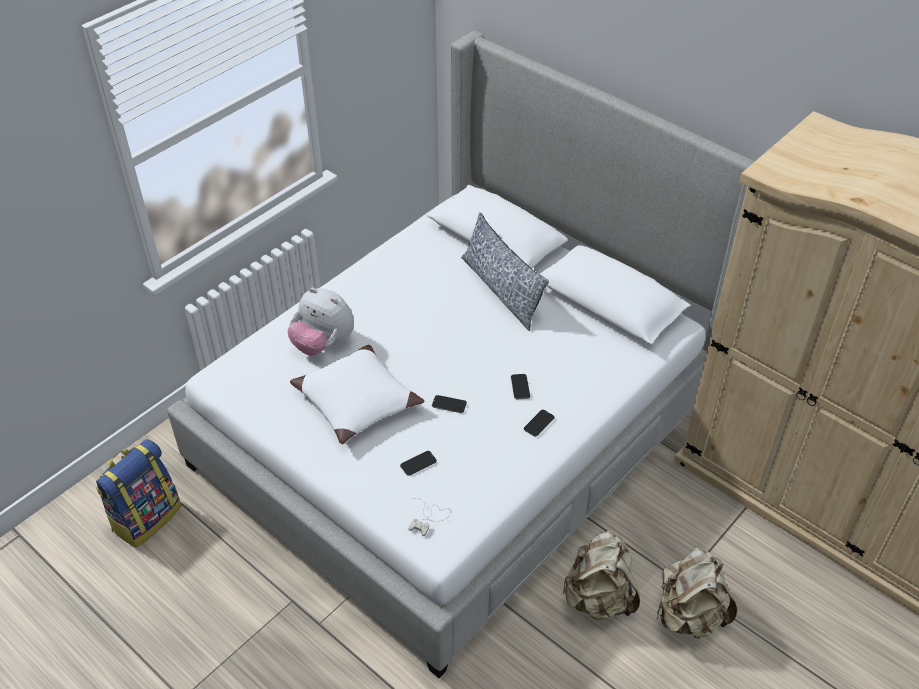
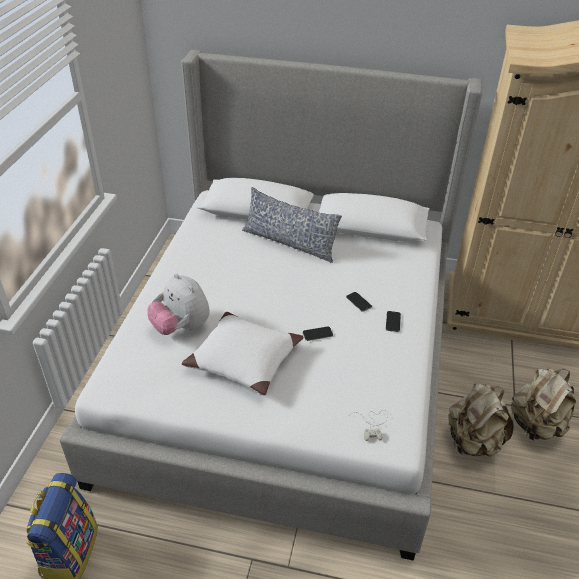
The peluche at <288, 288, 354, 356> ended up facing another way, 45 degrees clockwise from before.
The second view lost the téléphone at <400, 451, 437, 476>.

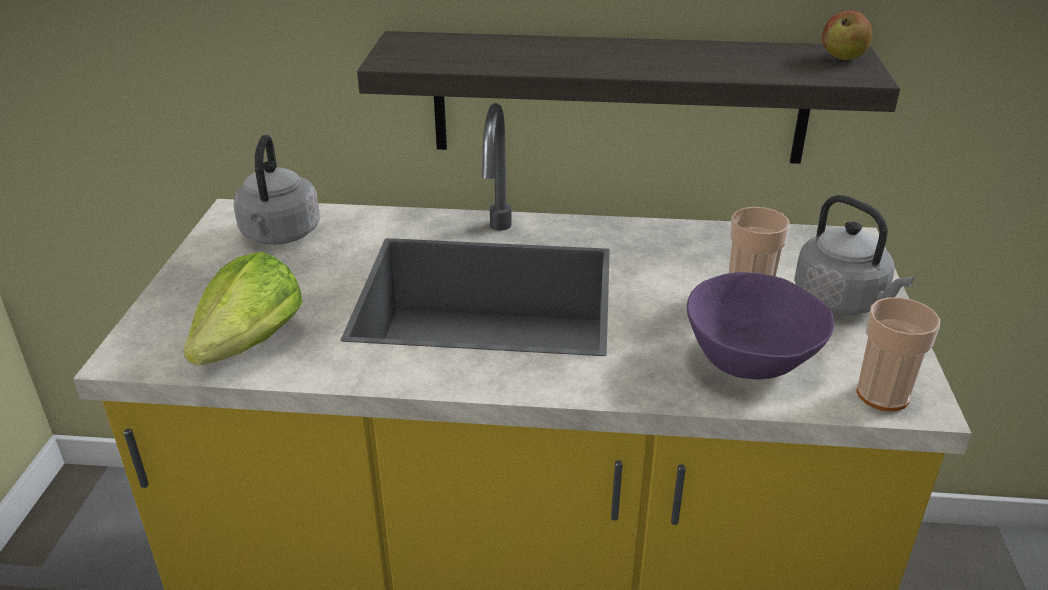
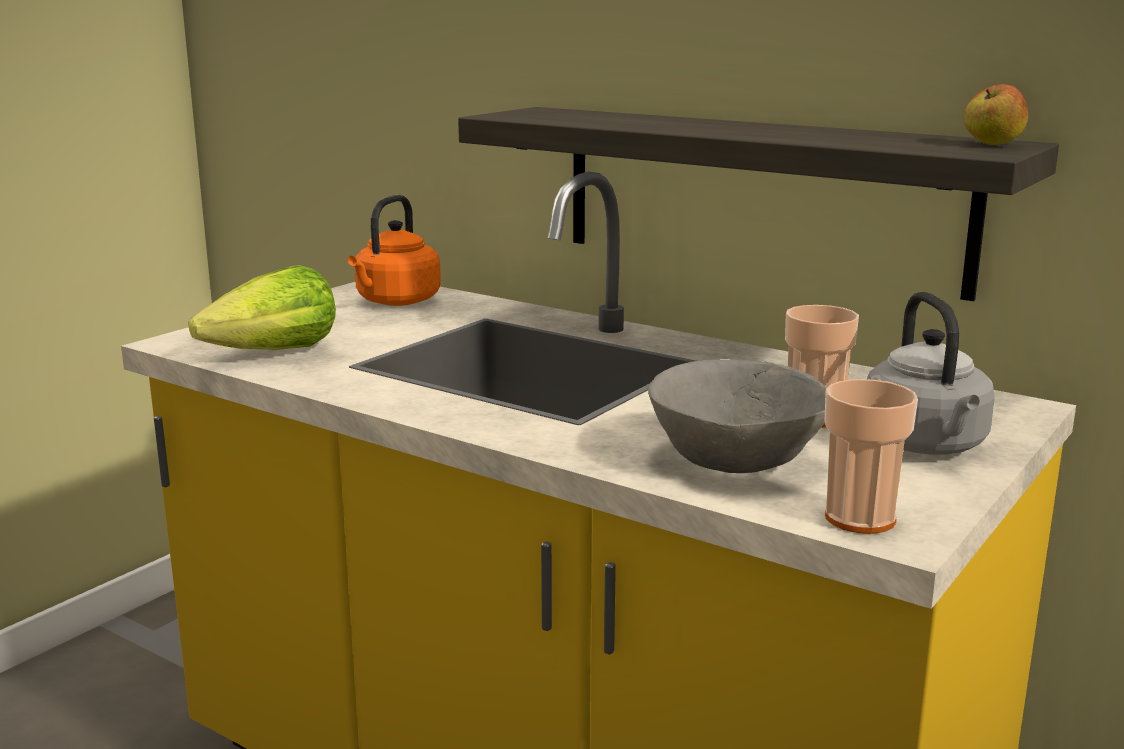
What was the bouilloire/gris at <233, 135, 320, 245> turned into the bouilloire/orange at <348, 195, 441, 306>.
What was the bol/violet at <687, 272, 834, 379> turned into the bol/gris at <648, 359, 827, 473>.

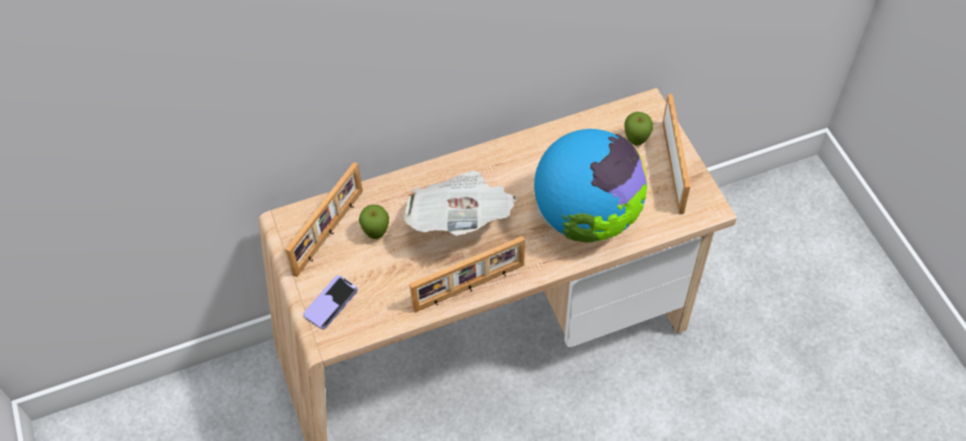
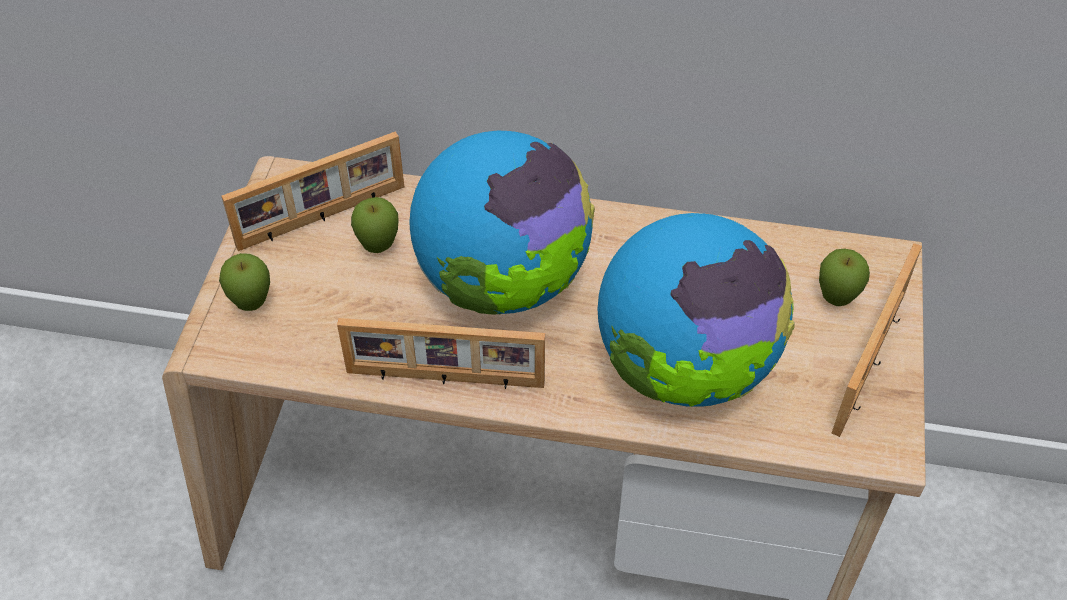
Where the téléphone stood at <304, 275, 358, 329>, the pomme came to stand at <219, 253, 270, 311>.
Where the journal stood at <403, 171, 516, 236>, the globe came to stand at <409, 130, 595, 315>.

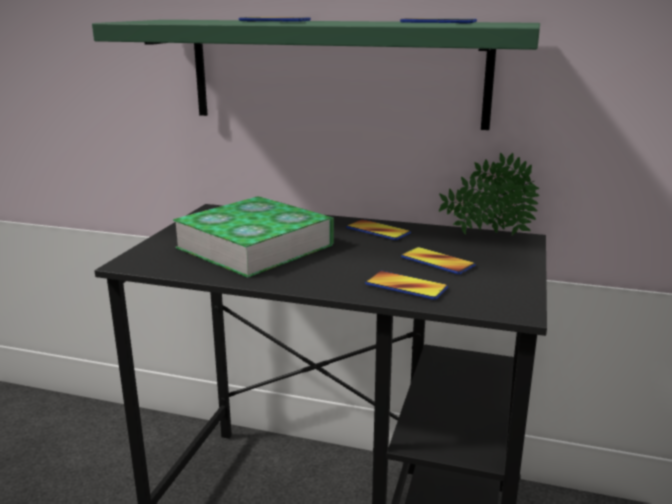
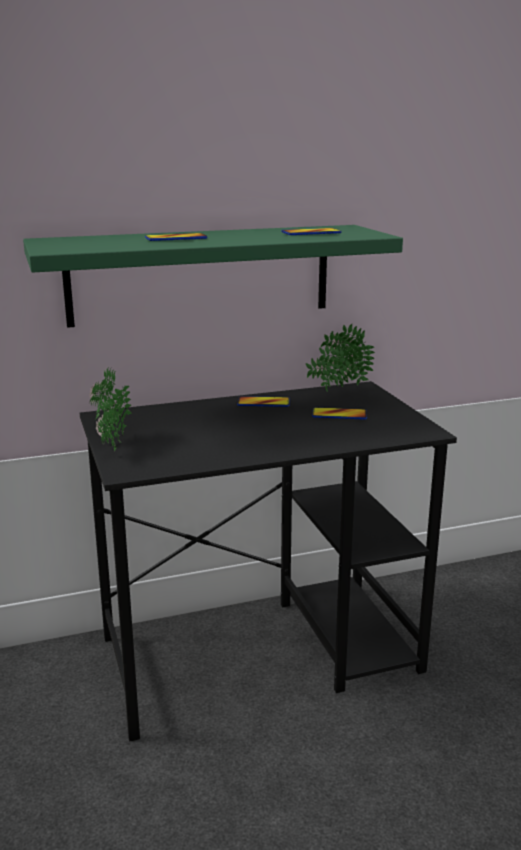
The second view gained the plante en pot at <89, 368, 132, 451>.
The second view lost the livre at <173, 196, 334, 278>.
The second view lost the téléphone at <365, 271, 448, 300>.

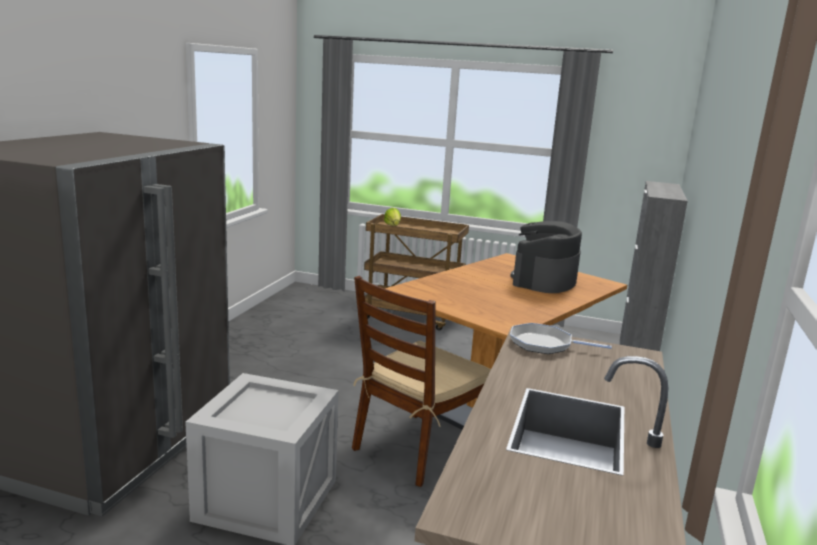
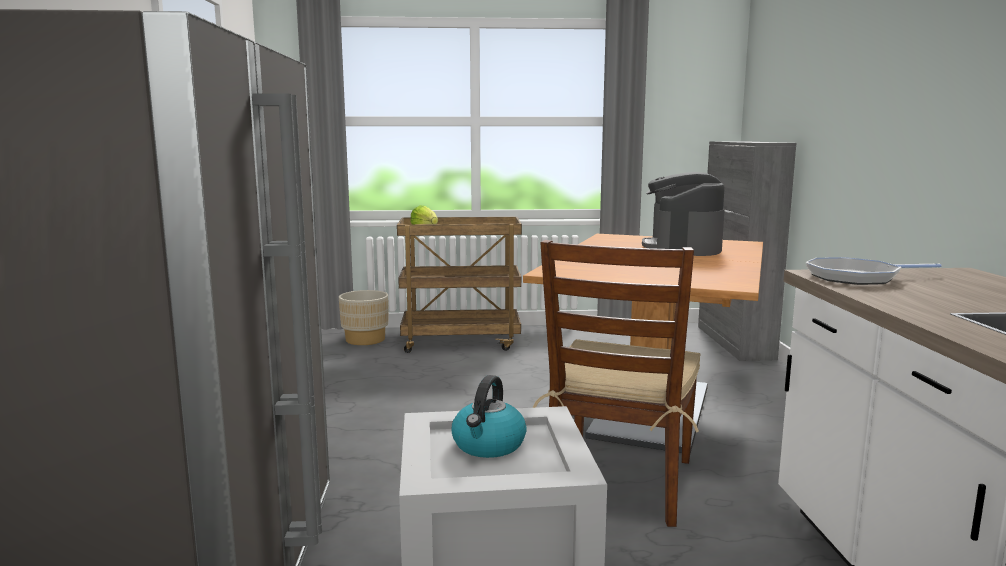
The second view gained the cache-pot/beige at <339, 290, 389, 345>.
The second view gained the bouilloire at <452, 375, 527, 458>.

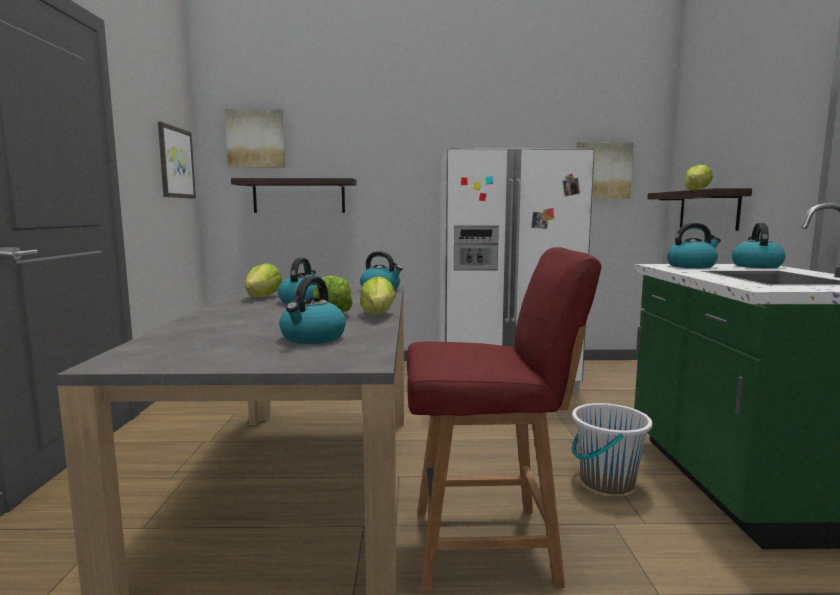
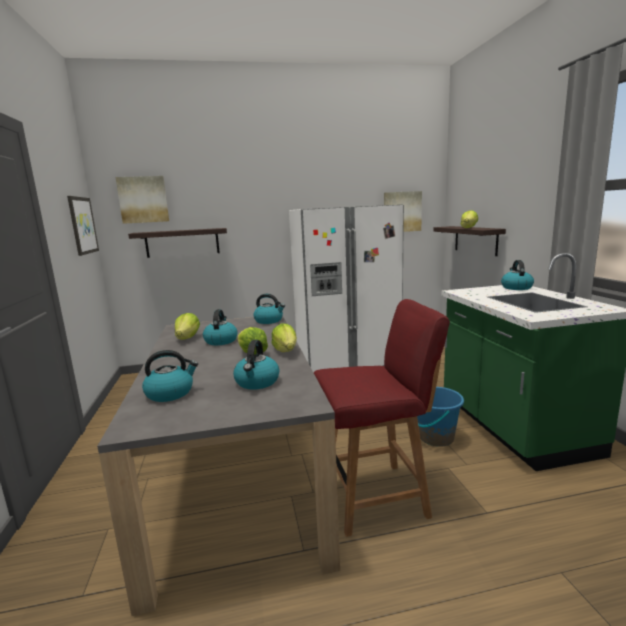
The bouilloire ended up elsewhere, having gone from <667, 223, 721, 268> to <142, 350, 198, 402>.
What was the seau/blanc at <572, 403, 653, 494> turned into the seau/bleu at <417, 387, 464, 447>.

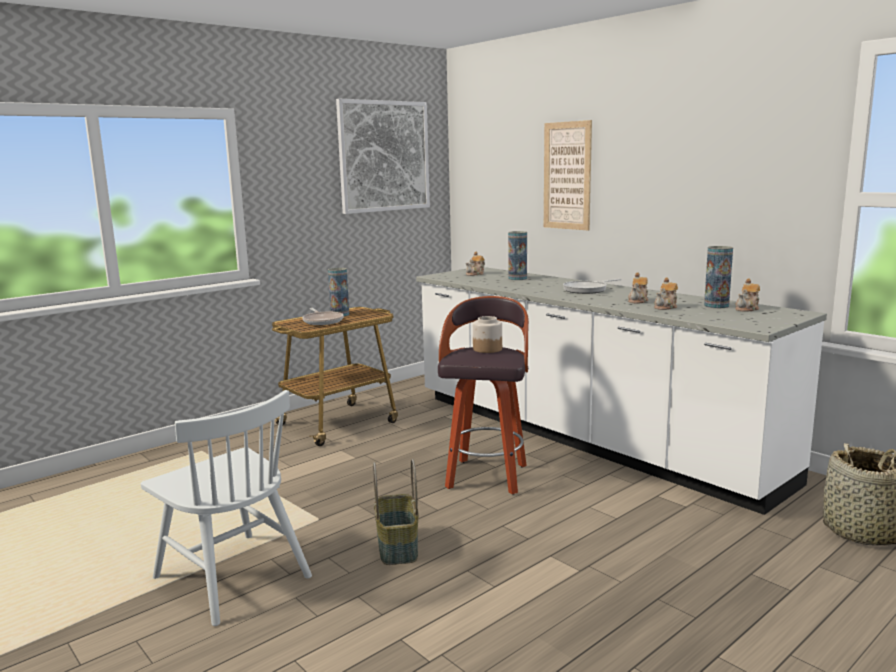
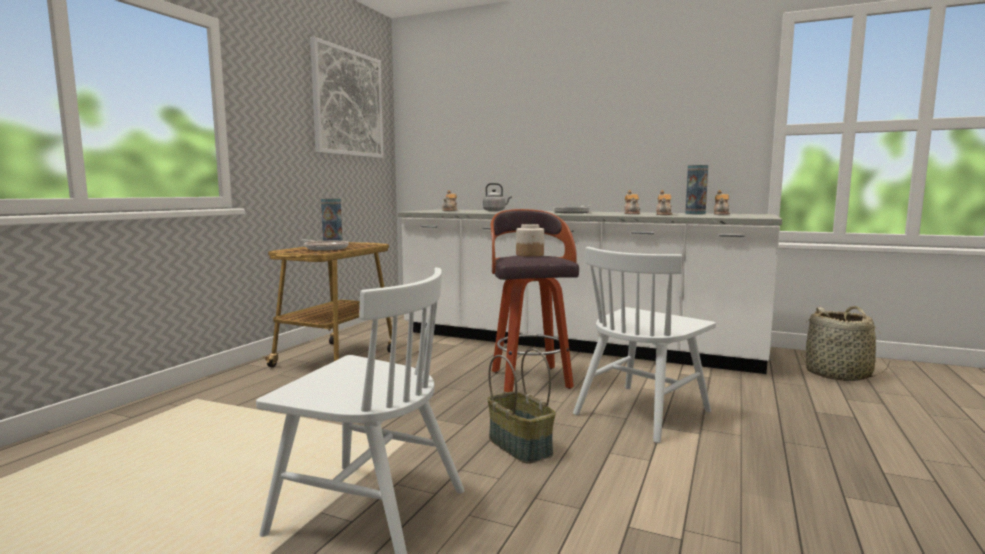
Where the vase stood at <508, 231, 527, 280>, the bouilloire/gris came to stand at <483, 183, 512, 211>.
The second view gained the chaise/blanc at <573, 247, 716, 443>.
The second view lost the tableau at <544, 120, 592, 230>.

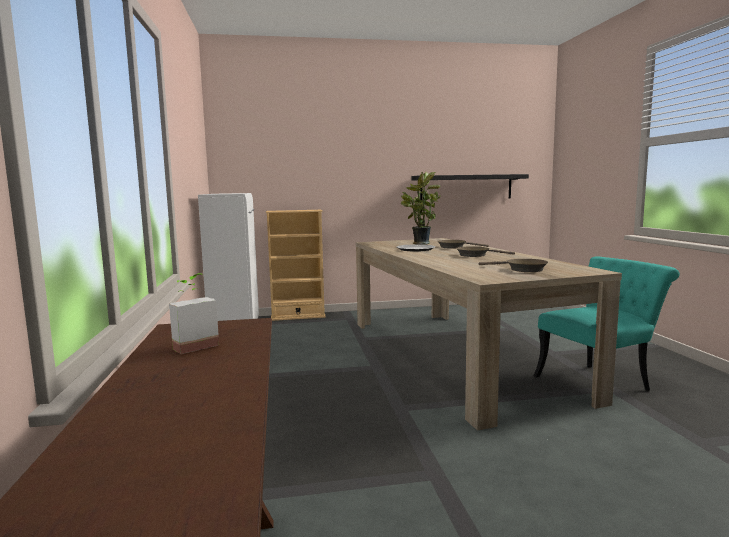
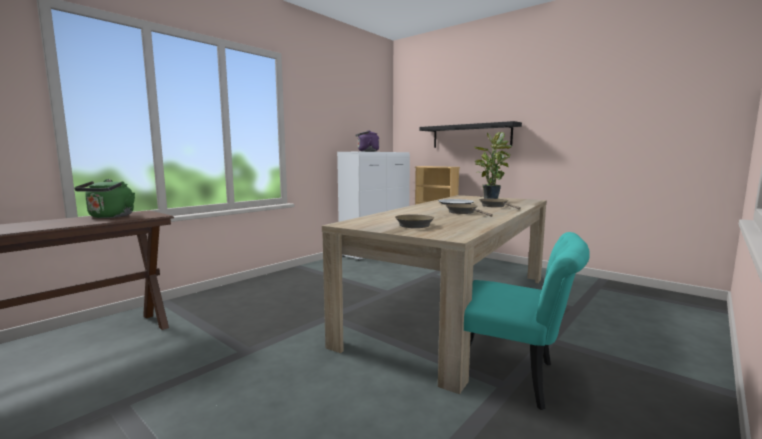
Where the plante en pot stood at <169, 273, 219, 354>, the bouilloire/vert came to stand at <74, 179, 135, 218>.
The second view gained the bouilloire/violet at <355, 130, 379, 152>.
The étagère/noir ended up elsewhere, having gone from <412, 174, 529, 200> to <419, 121, 522, 148>.

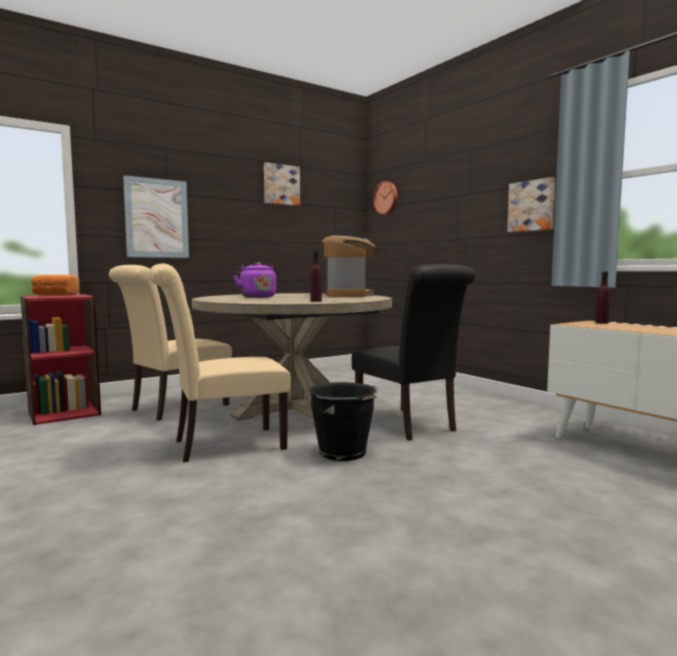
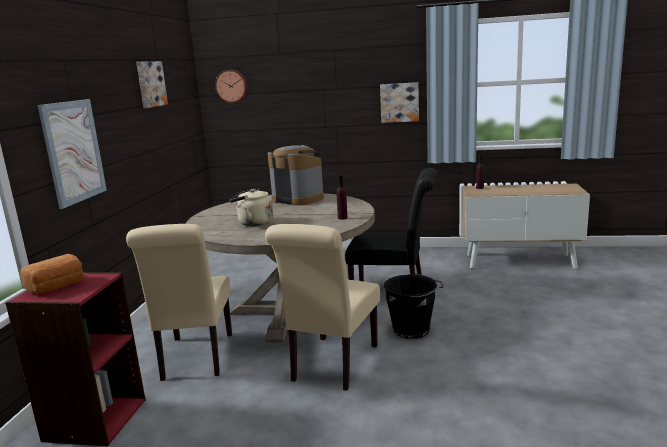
What was the bouilloire/violet at <233, 262, 276, 298> turned into the bouilloire/beige at <229, 188, 273, 226>.

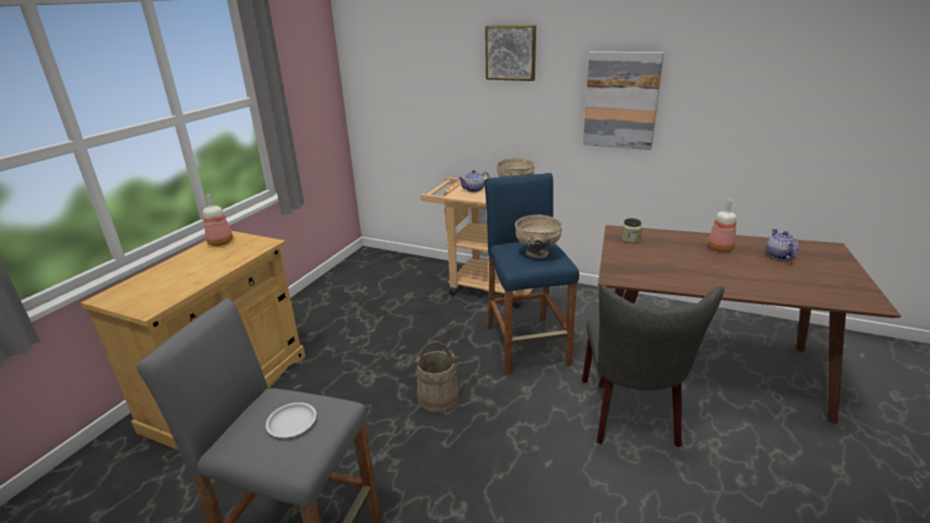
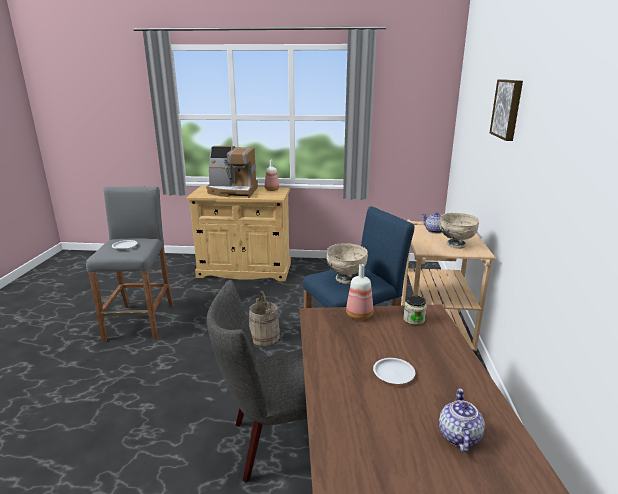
The second view gained the machine à café at <206, 146, 258, 198>.
The bouteille ended up elsewhere, having gone from <708, 200, 736, 252> to <346, 264, 373, 320>.
The second view gained the assiette/blanc at <373, 358, 415, 384>.
The théière at <766, 229, 799, 260> ended up facing another way, 60 degrees counterclockwise from before.
The second view lost the tableau at <583, 51, 664, 150>.

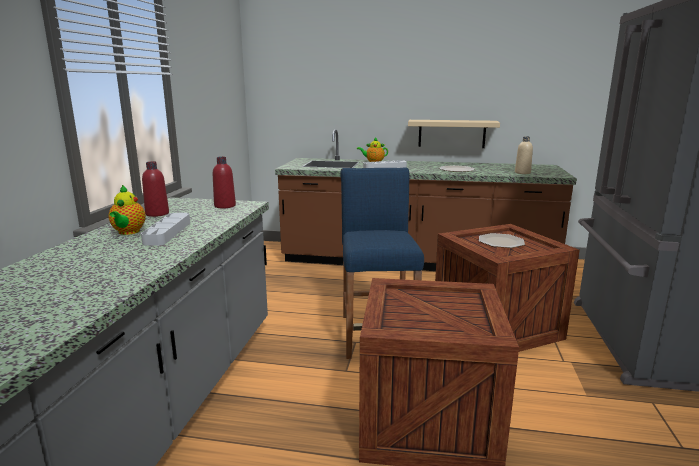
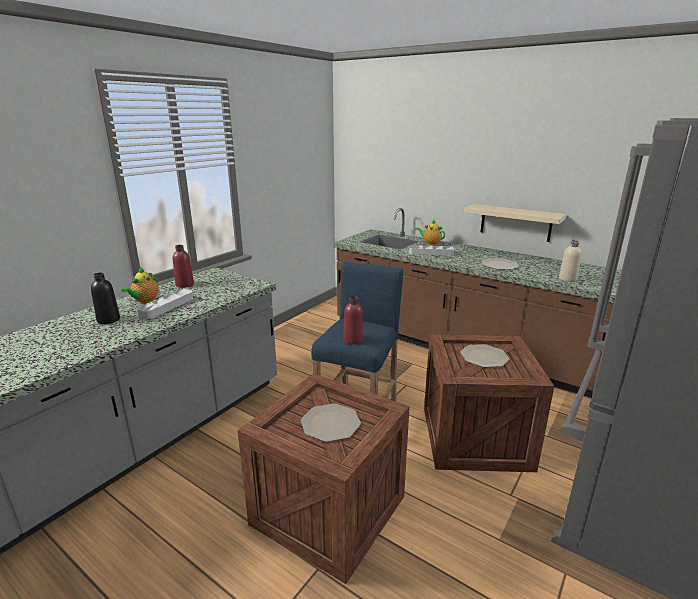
The second view gained the bouteille/noir at <91, 273, 120, 324>.
The second view gained the assiette at <301, 403, 361, 442>.
The bouteille/rouge ended up elsewhere, having gone from <213, 157, 236, 208> to <343, 296, 363, 345>.

